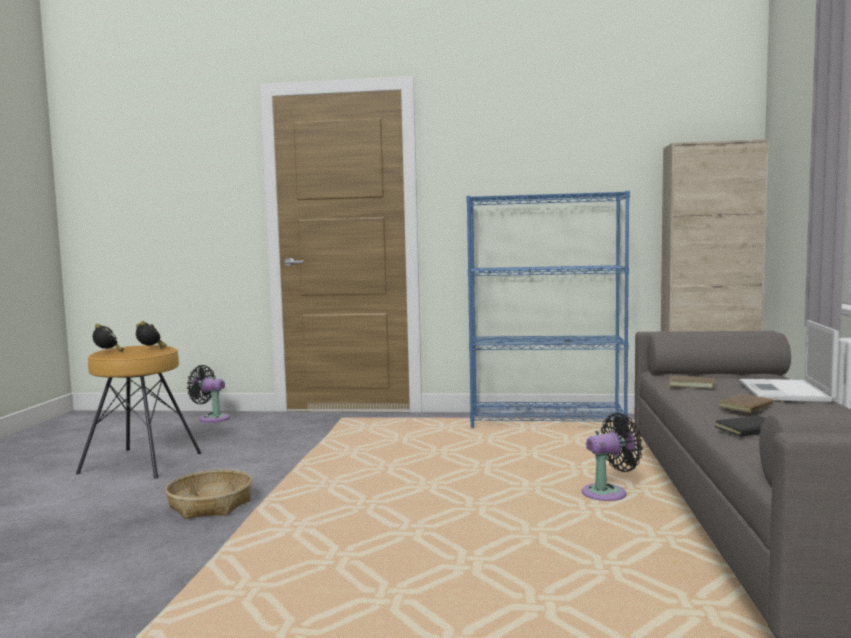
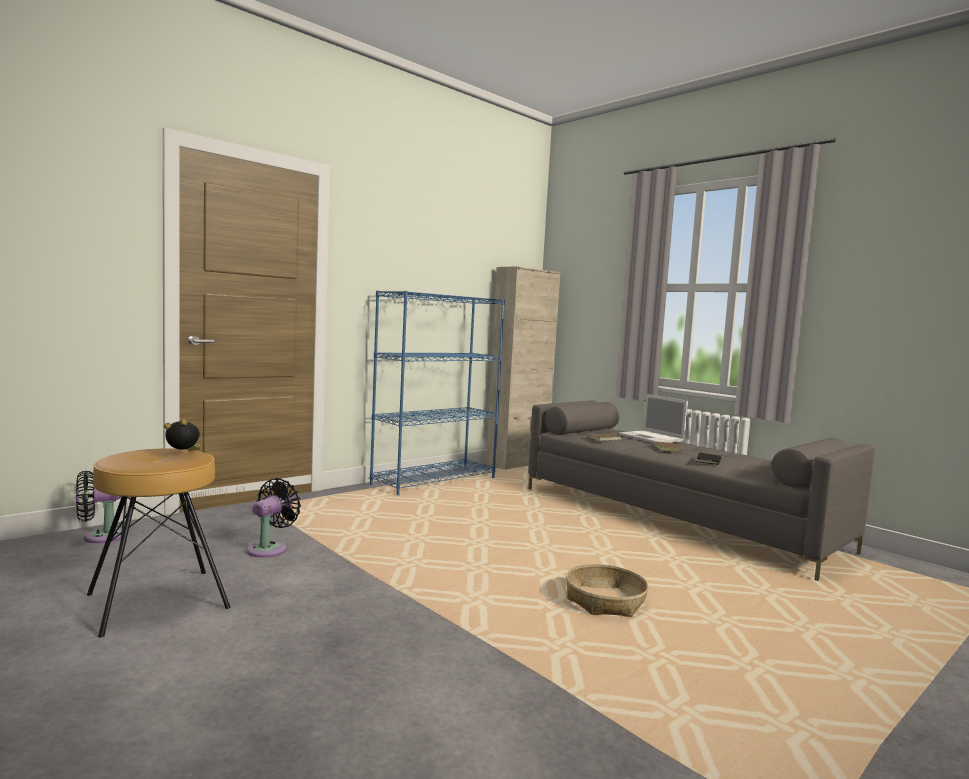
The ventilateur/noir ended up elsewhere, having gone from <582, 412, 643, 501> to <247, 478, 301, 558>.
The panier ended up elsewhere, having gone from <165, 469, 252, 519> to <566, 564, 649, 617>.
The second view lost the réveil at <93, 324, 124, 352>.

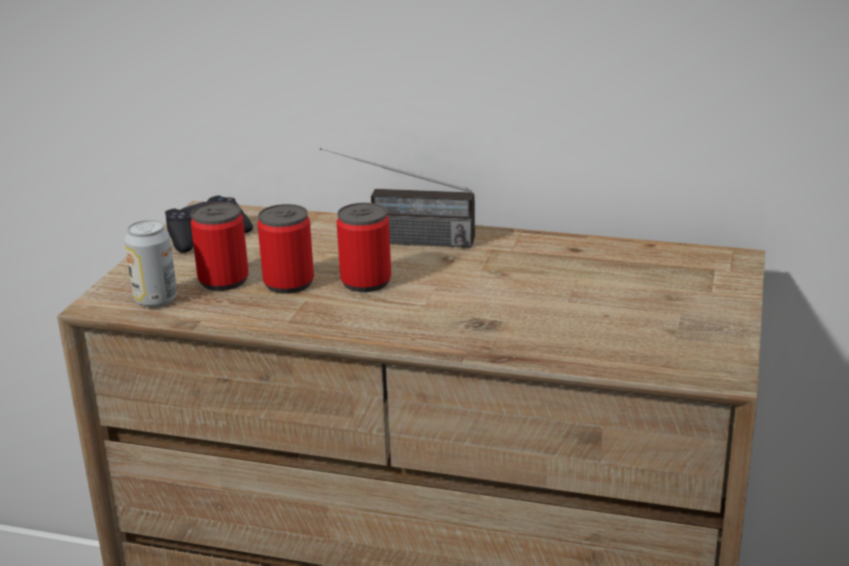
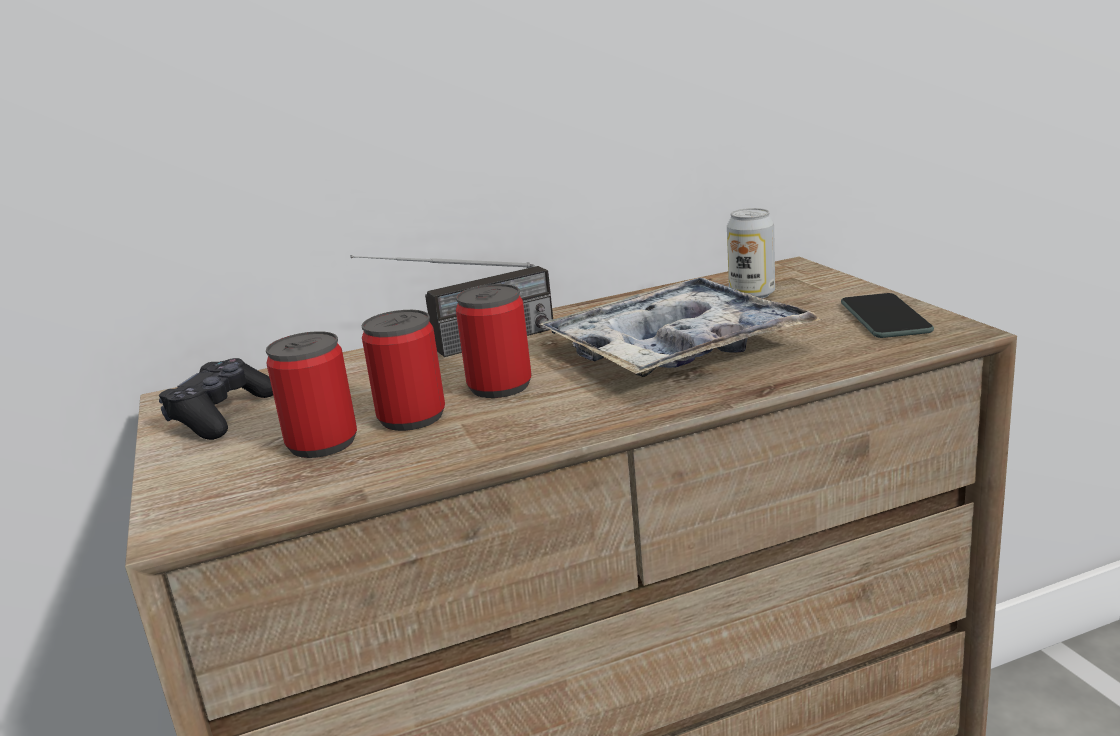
The second view gained the plateau at <540, 278, 822, 377>.
The boîte métallique ended up elsewhere, having gone from <125, 220, 177, 308> to <727, 208, 775, 299>.
The second view gained the téléphone at <841, 293, 934, 338>.

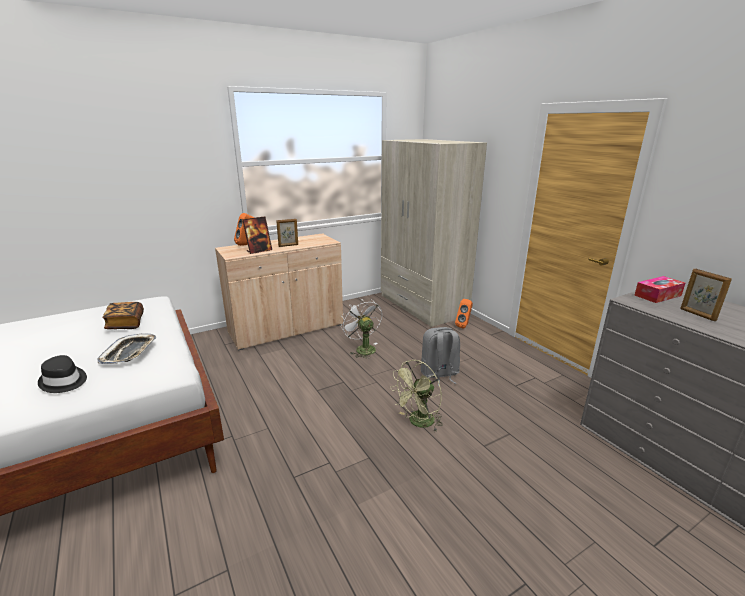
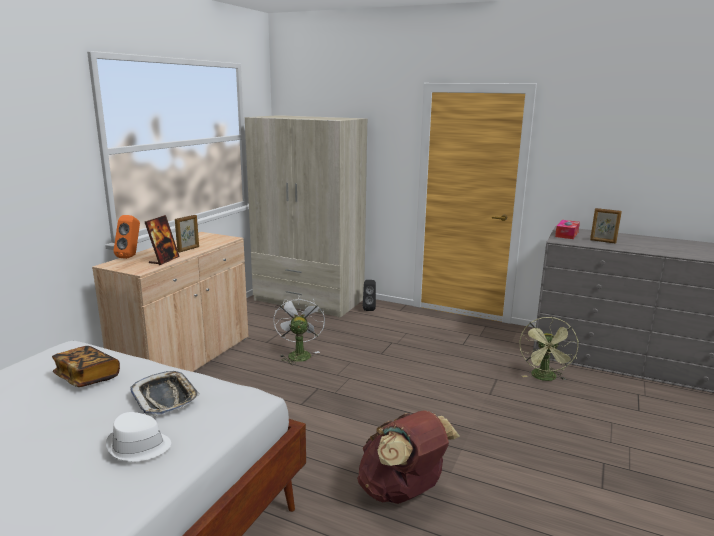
What was the chapeau/noir at <38, 355, 87, 393> turned into the chapeau/blanc at <106, 412, 171, 461>.
The ventilateur/blanc at <341, 299, 382, 359> ended up facing another way, 60 degrees clockwise from before.
The second view gained the sac à dos/marron at <357, 410, 460, 504>.
What was the enceinte/orange at <455, 299, 473, 329> turned into the enceinte/noir at <363, 280, 376, 311>.
The ventilateur/vert ended up elsewhere, having gone from <390, 360, 443, 432> to <520, 317, 579, 381>.
The second view lost the sac à dos/gris at <421, 327, 460, 386>.

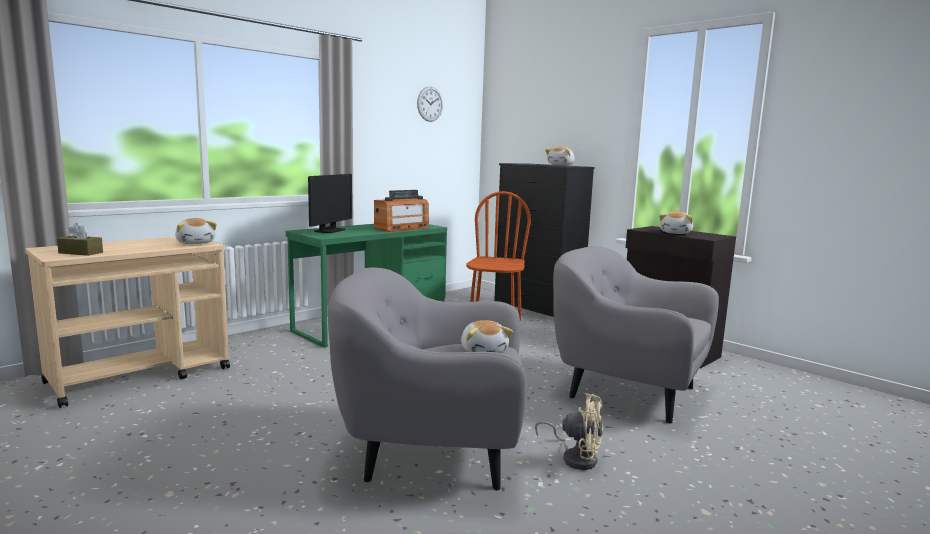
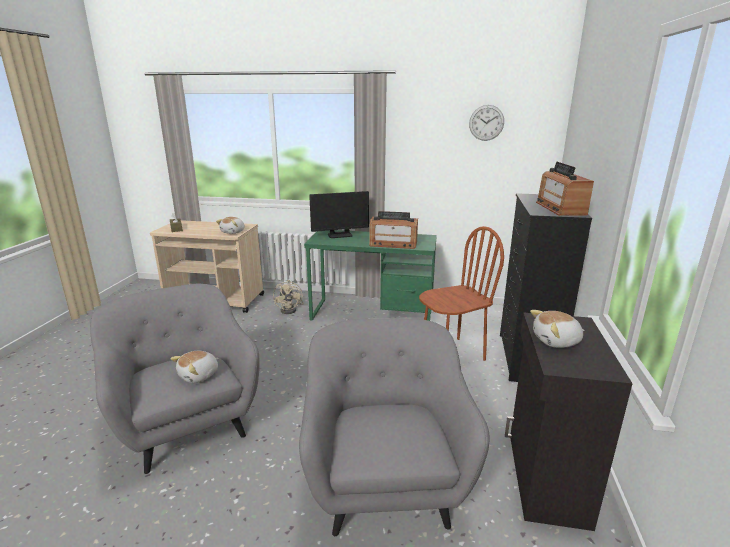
The ventilateur/beige ended up elsewhere, having gone from <535, 393, 603, 470> to <273, 280, 304, 314>.
Where the peluche stood at <545, 147, 575, 166>, the radio came to stand at <536, 162, 594, 216>.

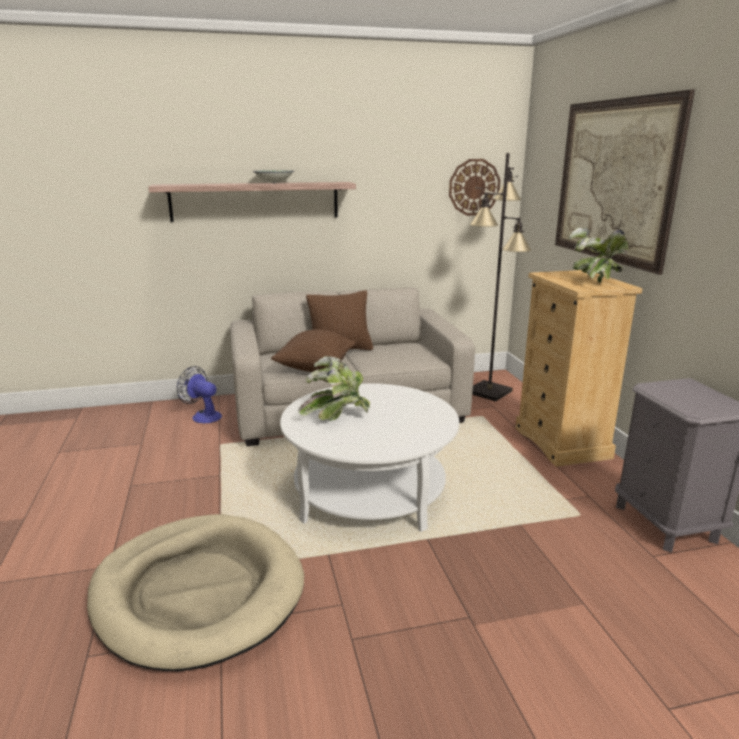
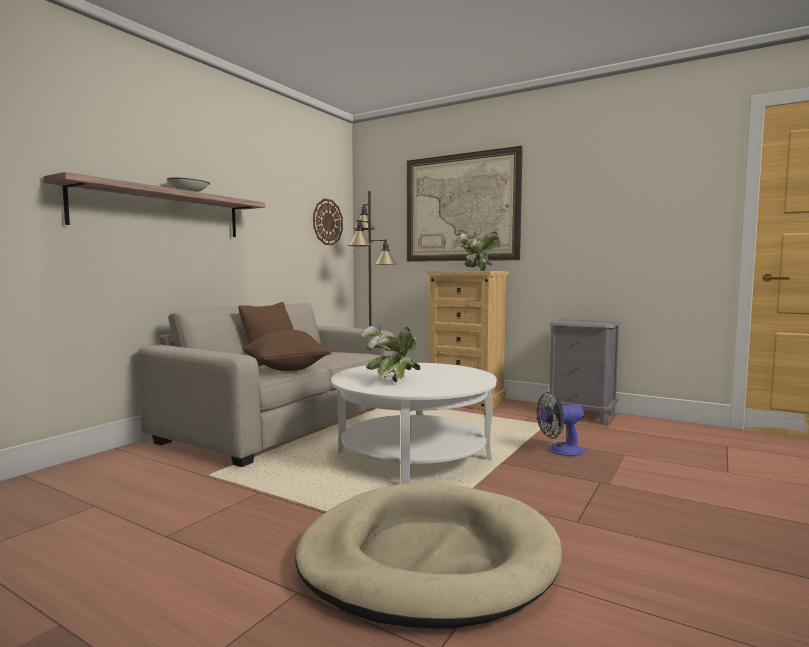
The ventilateur ended up elsewhere, having gone from <177, 366, 222, 423> to <537, 392, 585, 456>.

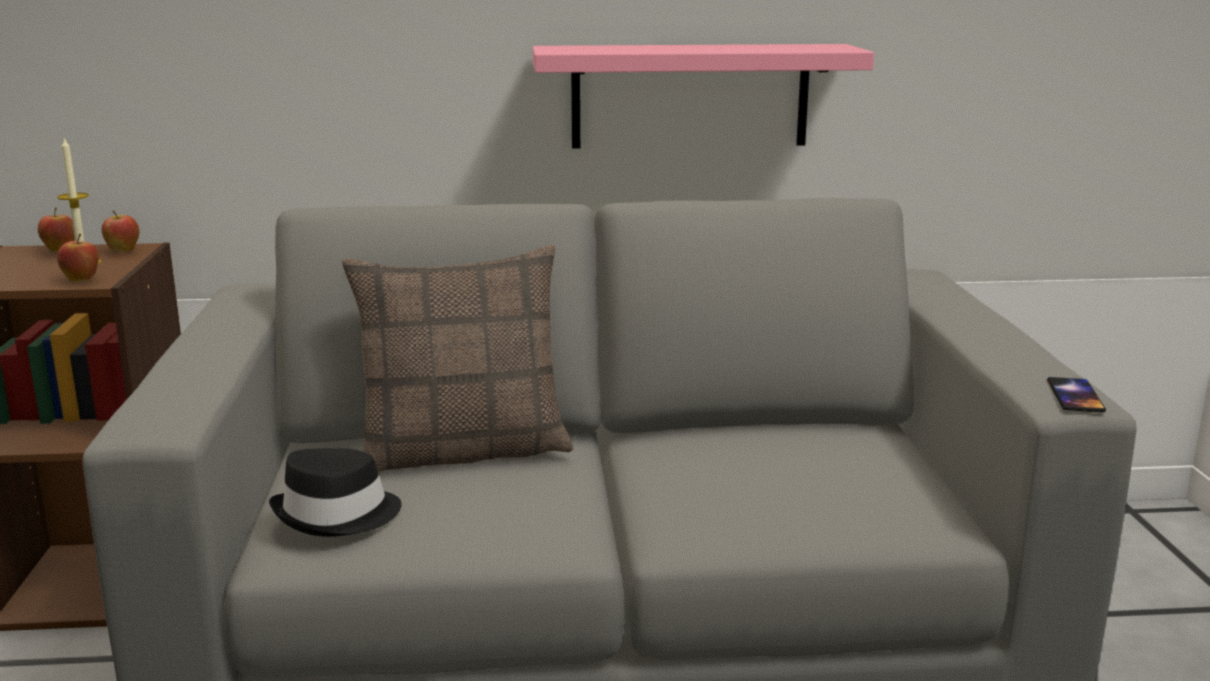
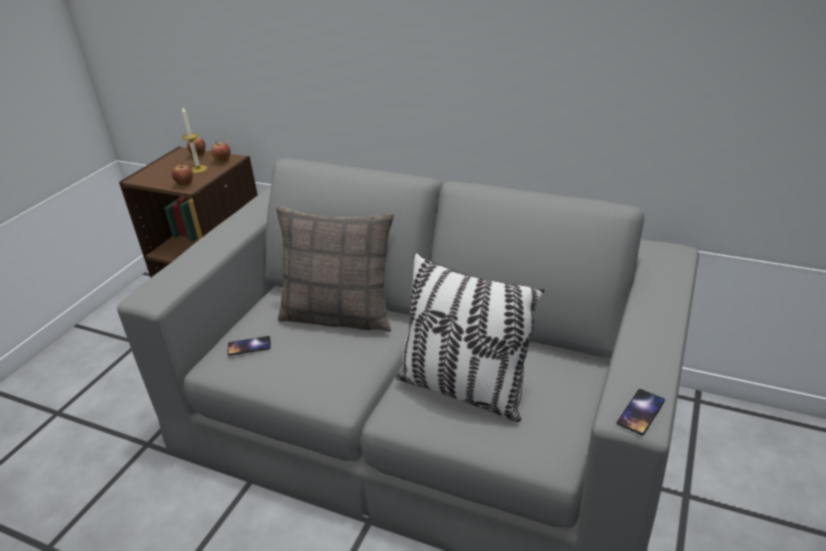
Where the chapeau/noir stood at <269, 448, 402, 537>, the téléphone came to stand at <227, 336, 271, 356>.
The second view gained the coussin at <396, 253, 544, 422>.
The second view lost the étagère/rose at <533, 44, 874, 148>.

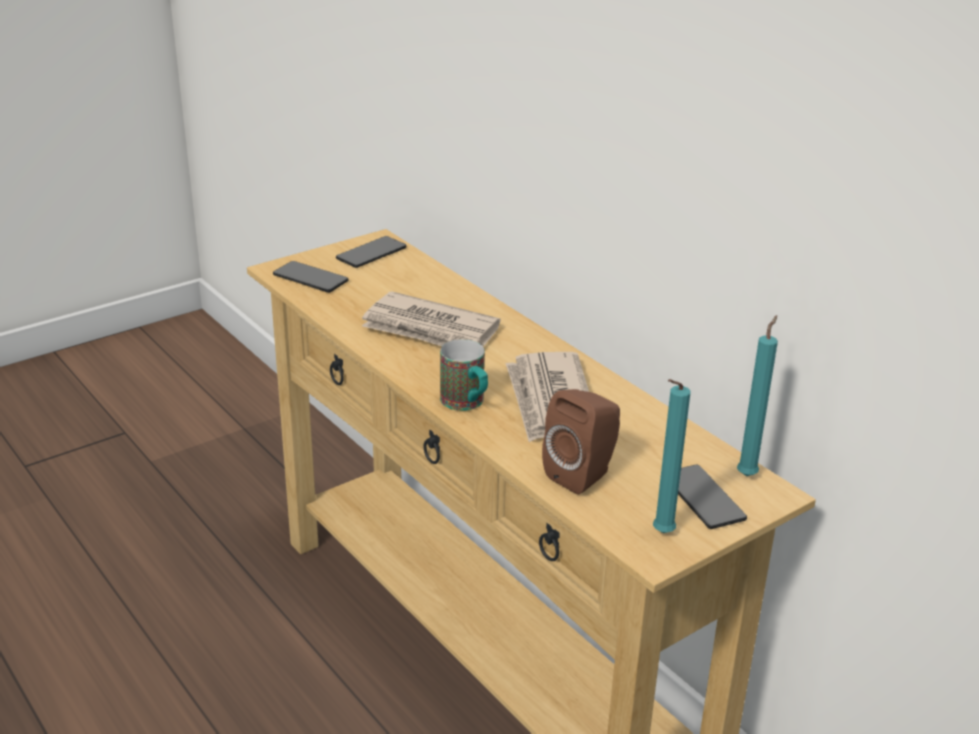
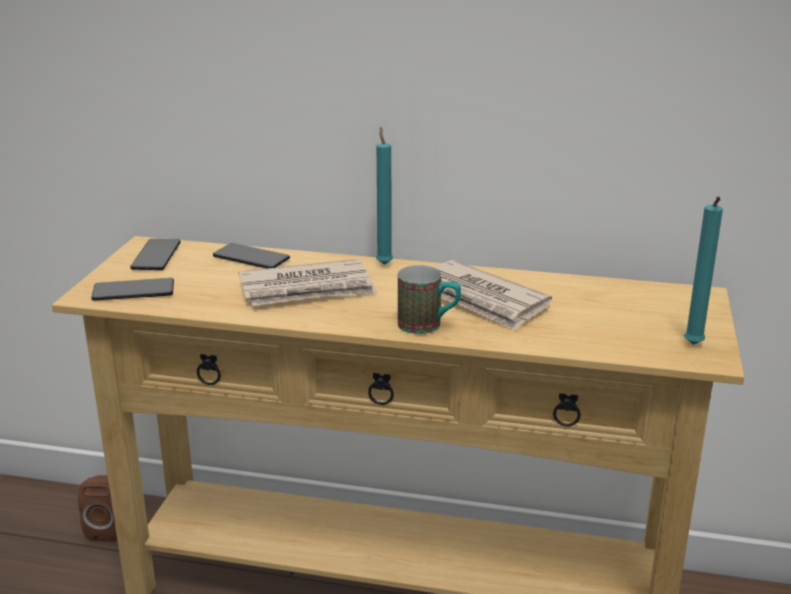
The enceinte/marron ended up elsewhere, having gone from <542, 389, 620, 495> to <78, 475, 117, 542>.
The téléphone ended up elsewhere, having gone from <678, 465, 747, 529> to <213, 243, 290, 269>.
The bougie/turquoise ended up elsewhere, having gone from <737, 315, 778, 476> to <376, 127, 393, 265>.

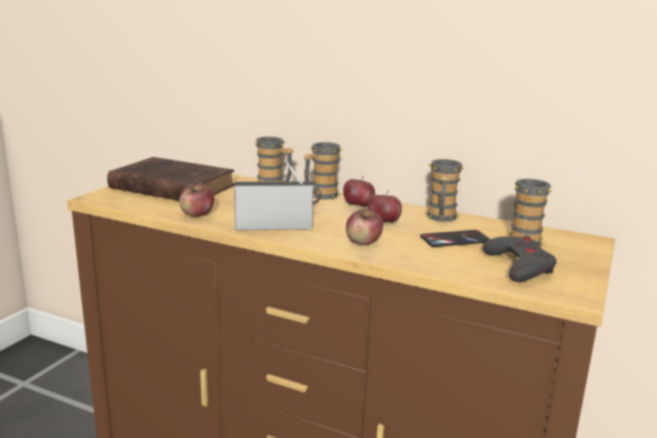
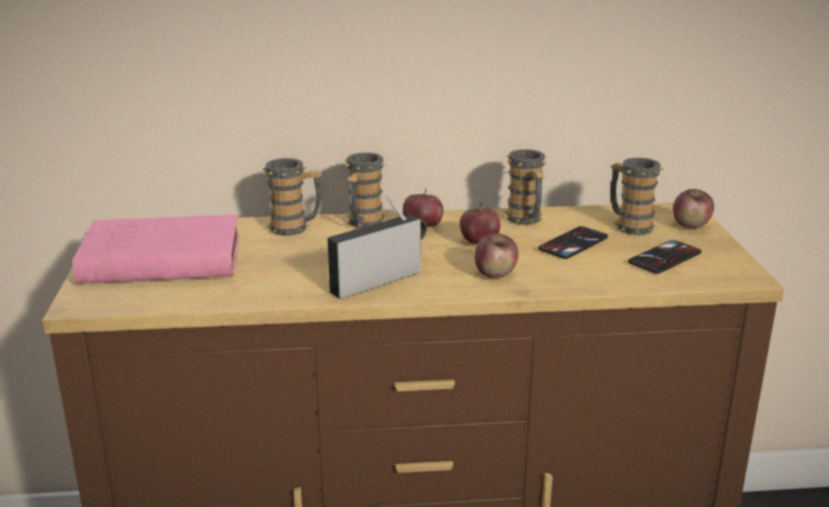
What was the livre/marron at <107, 157, 234, 201> turned into the livre/rose at <73, 215, 239, 284>.
Where the manette/gris stood at <483, 235, 557, 282>, the téléphone came to stand at <628, 240, 702, 274>.
The pomme ended up elsewhere, having gone from <179, 184, 214, 217> to <673, 189, 714, 229>.

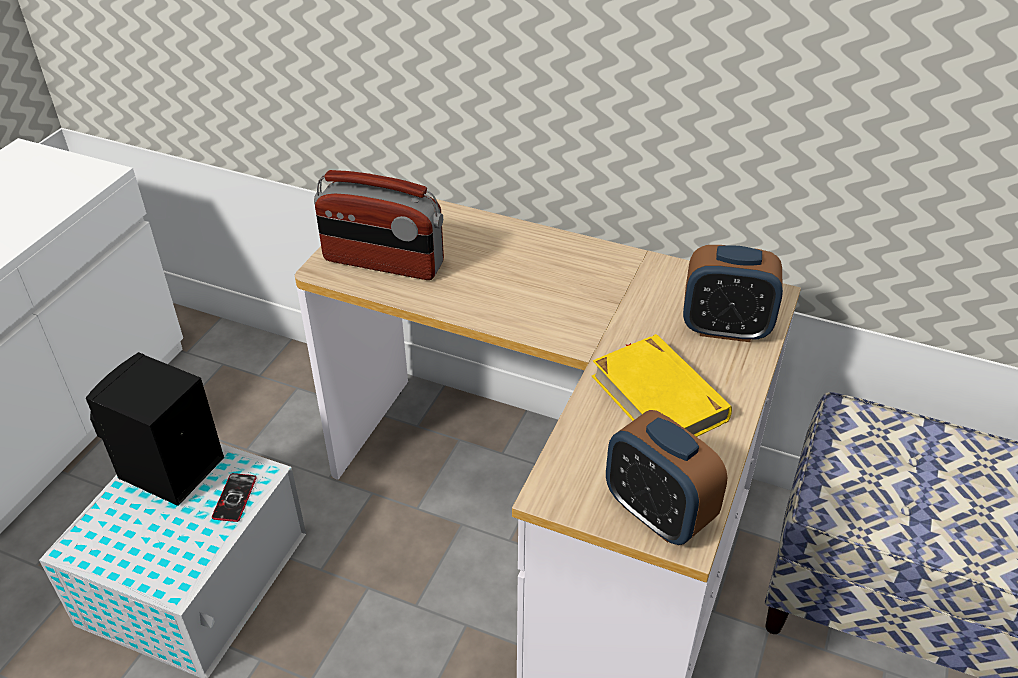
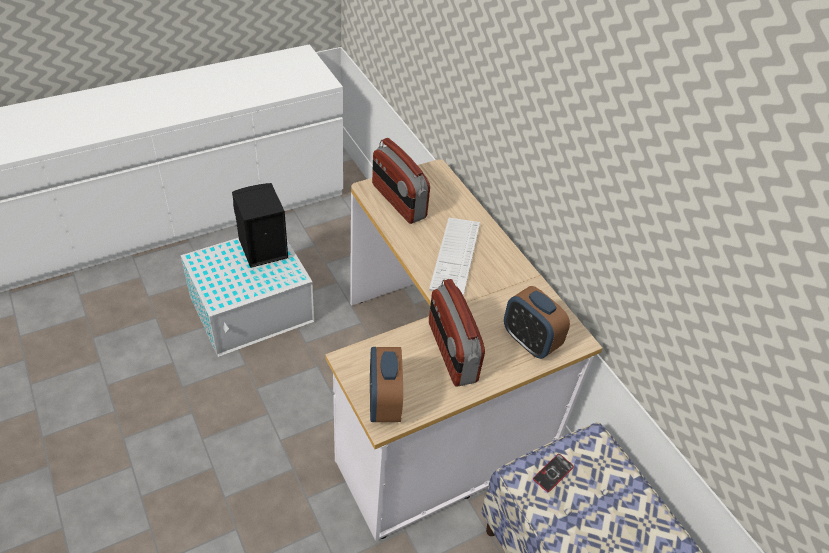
The second view gained the clavier at <429, 218, 480, 296>.
Where the livre/jaune stood at <592, 334, 732, 437>, the radio came to stand at <429, 279, 485, 386>.
The téléphone ended up elsewhere, having gone from <212, 473, 257, 522> to <533, 454, 574, 492>.

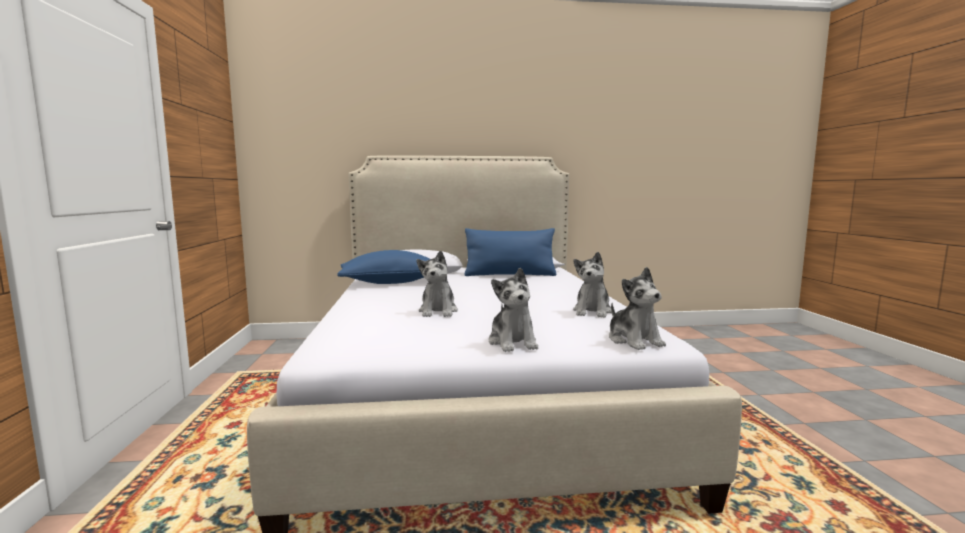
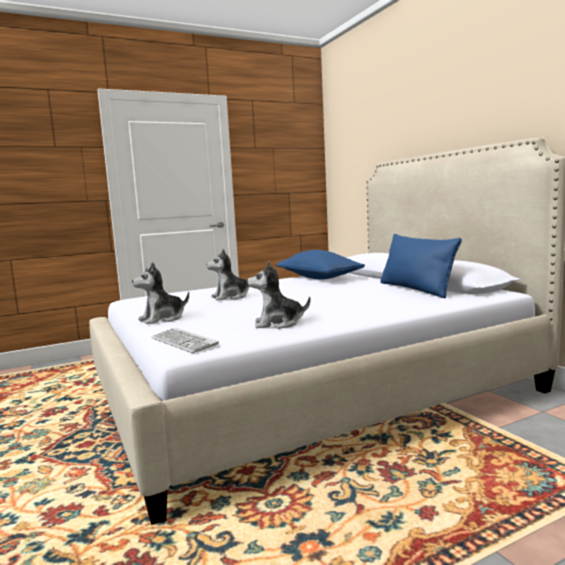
Where the peluche stood at <609, 267, 666, 350>, the clavier came to stand at <151, 328, 219, 353>.

